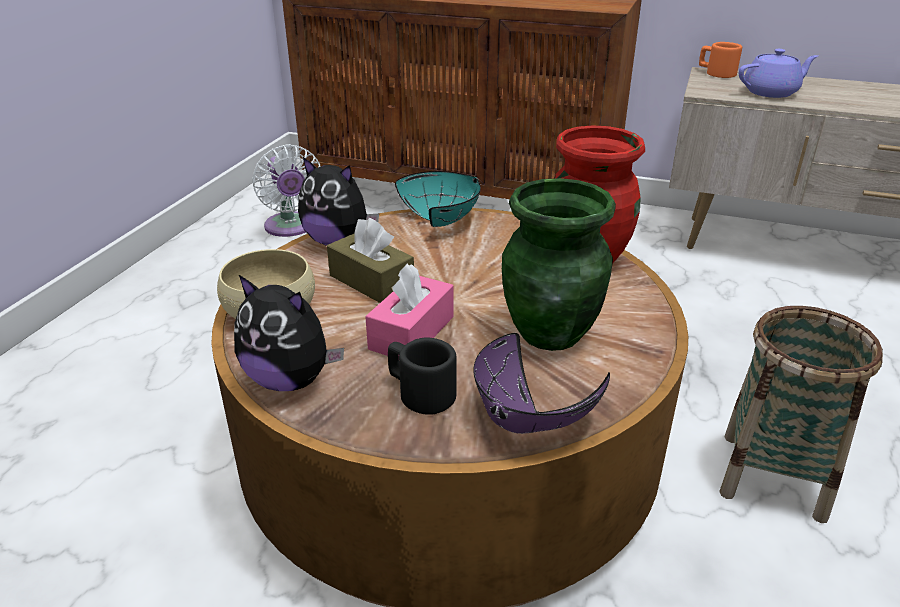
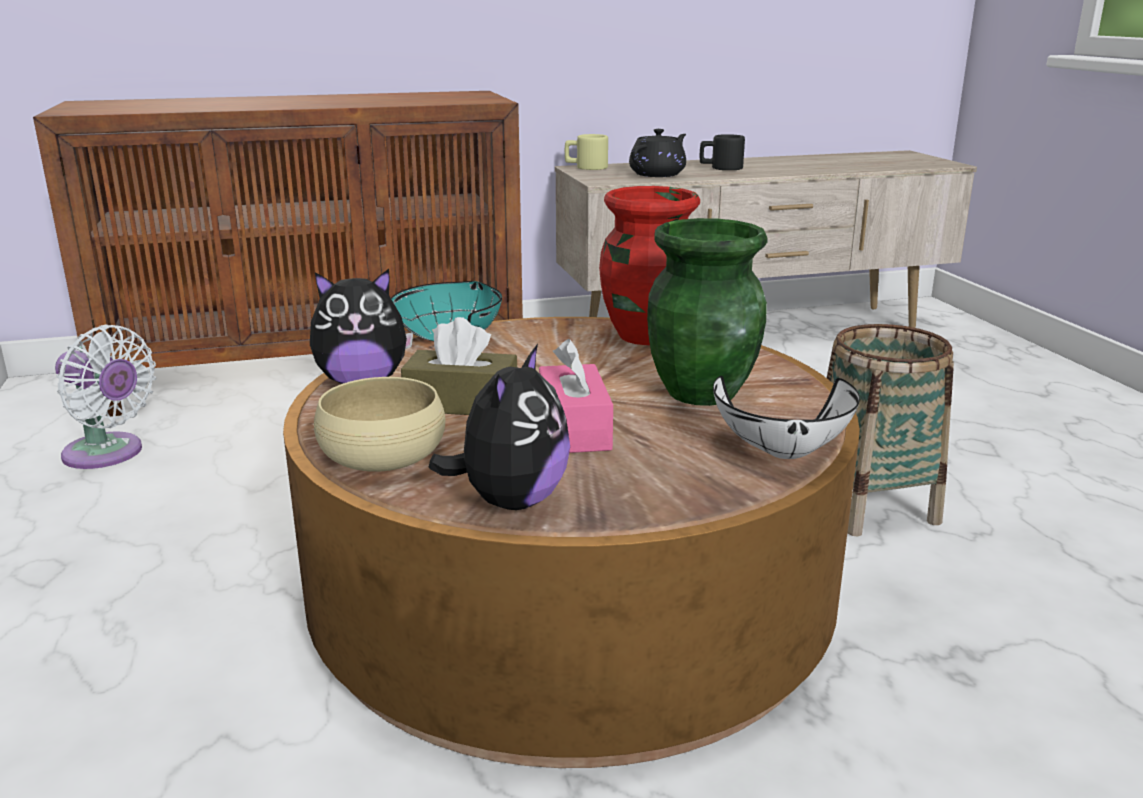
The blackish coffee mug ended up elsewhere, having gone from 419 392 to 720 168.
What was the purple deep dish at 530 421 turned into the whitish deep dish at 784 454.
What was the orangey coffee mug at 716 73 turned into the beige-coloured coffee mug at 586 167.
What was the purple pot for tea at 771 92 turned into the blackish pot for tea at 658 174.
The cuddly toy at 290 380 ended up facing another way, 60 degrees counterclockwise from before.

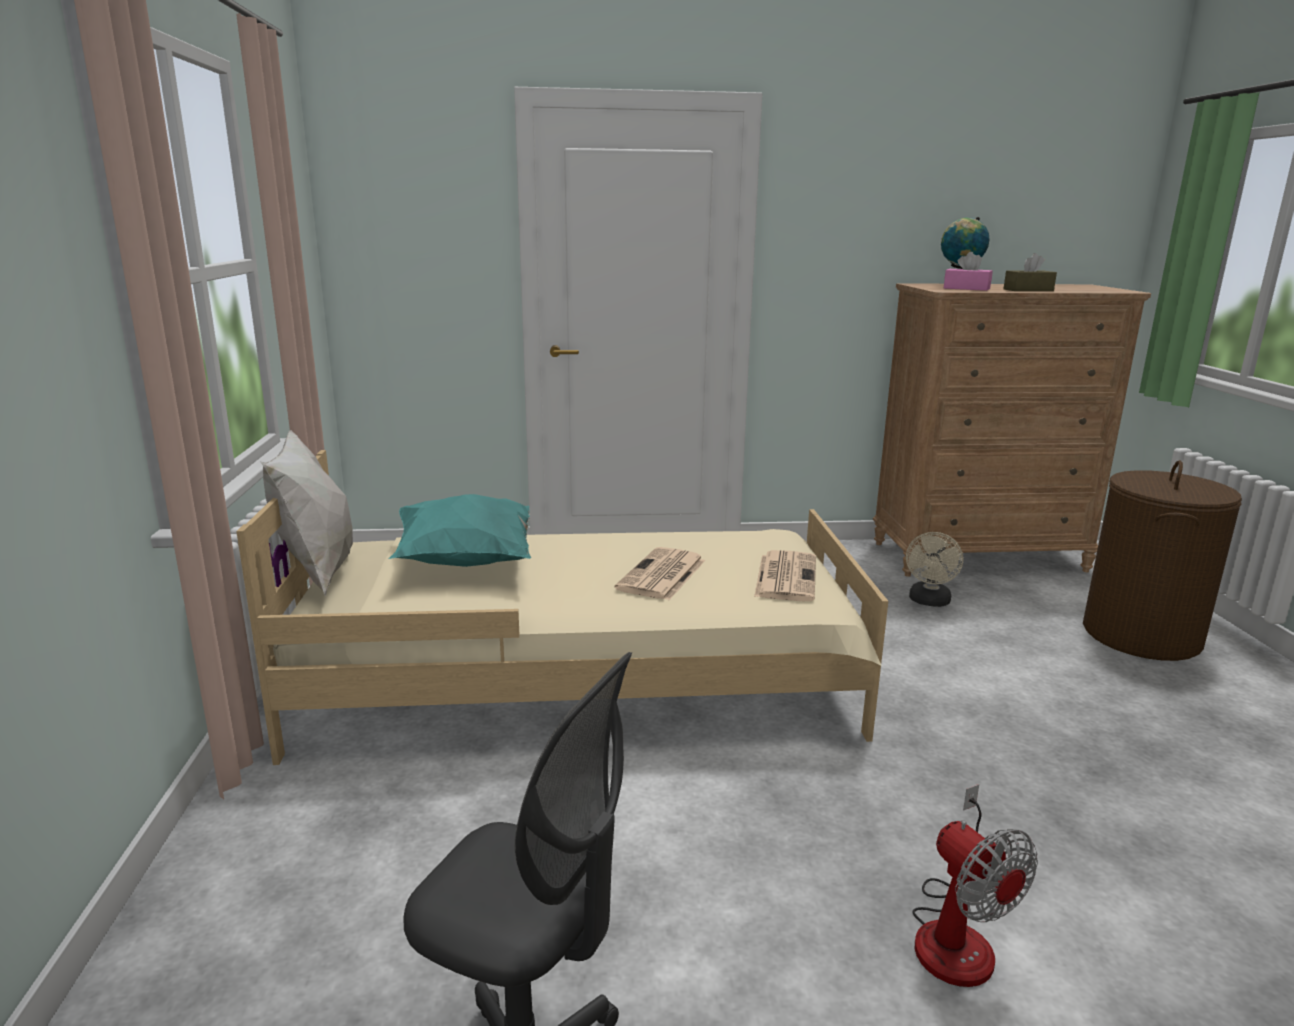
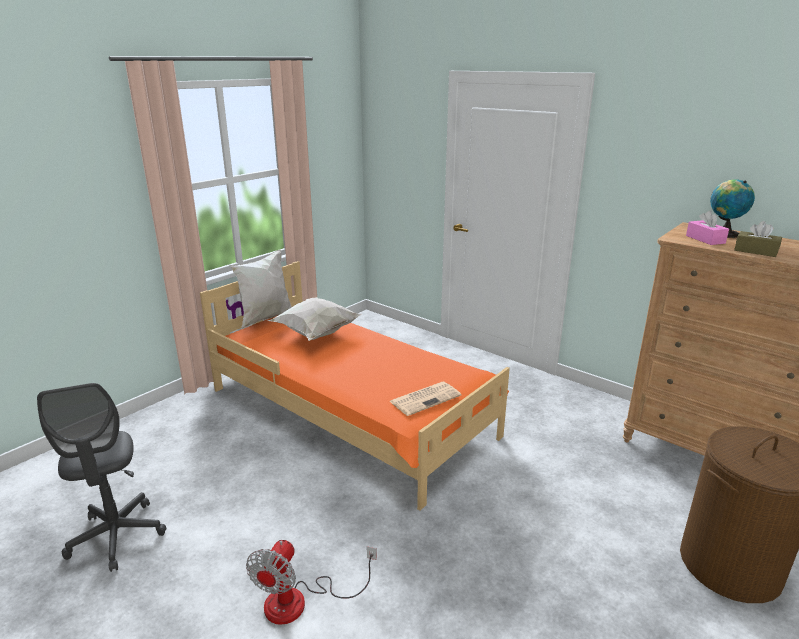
The second view lost the newspaper at 662 575.
The second view lost the beige-coloured cooling fan at 929 602.
What was the beige-coloured bedroom bed at 582 681 turned into the orangey bedroom bed at 352 412.
What was the turquoise throw pillow at 466 564 turned into the whitish throw pillow at 315 334.

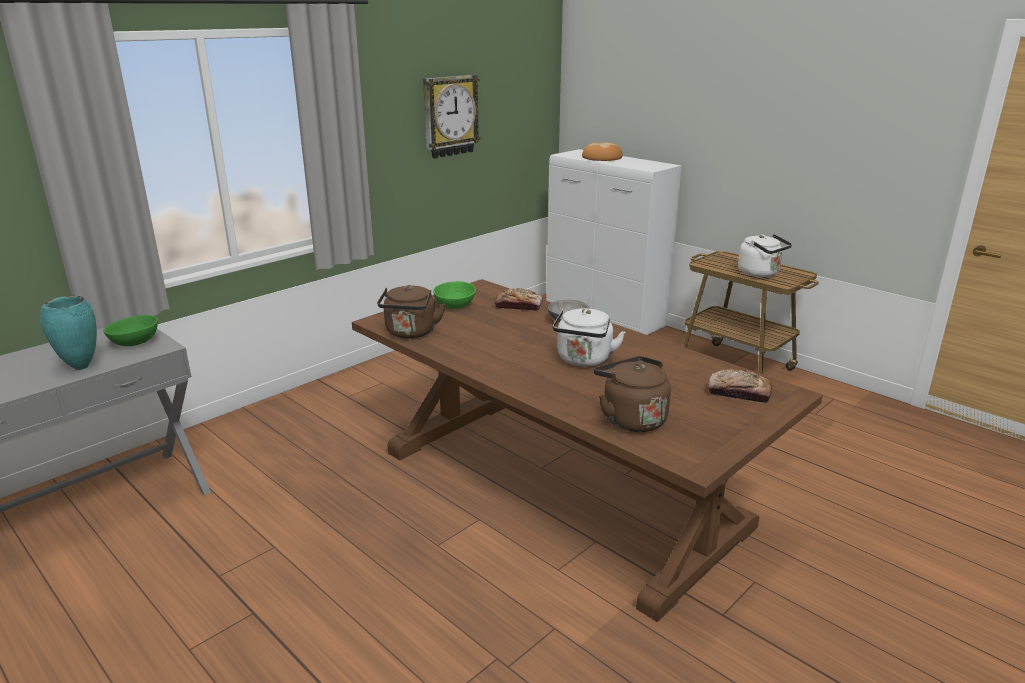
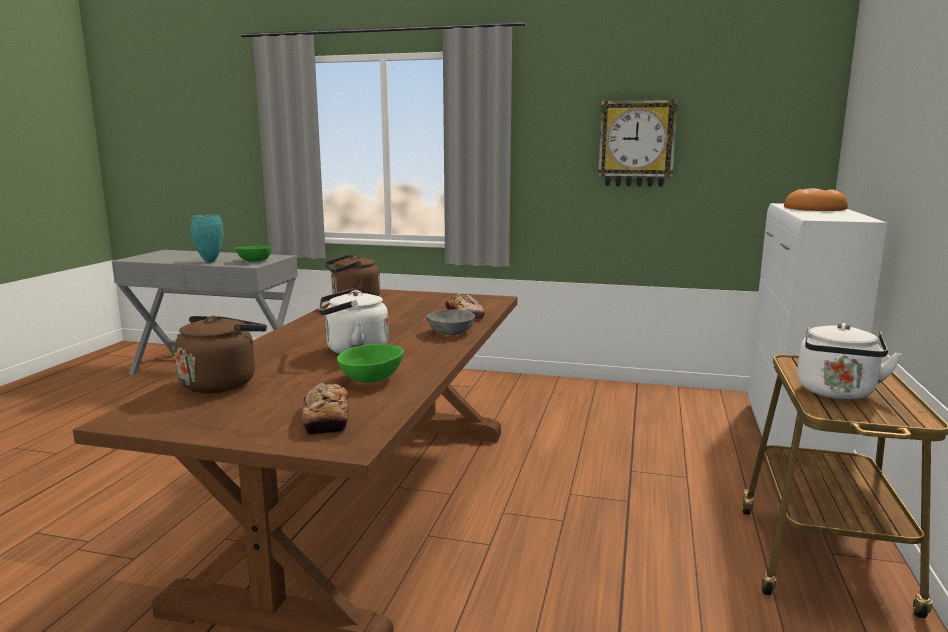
The greenish deep dish ended up elsewhere, having gone from 454 305 to 372 379.

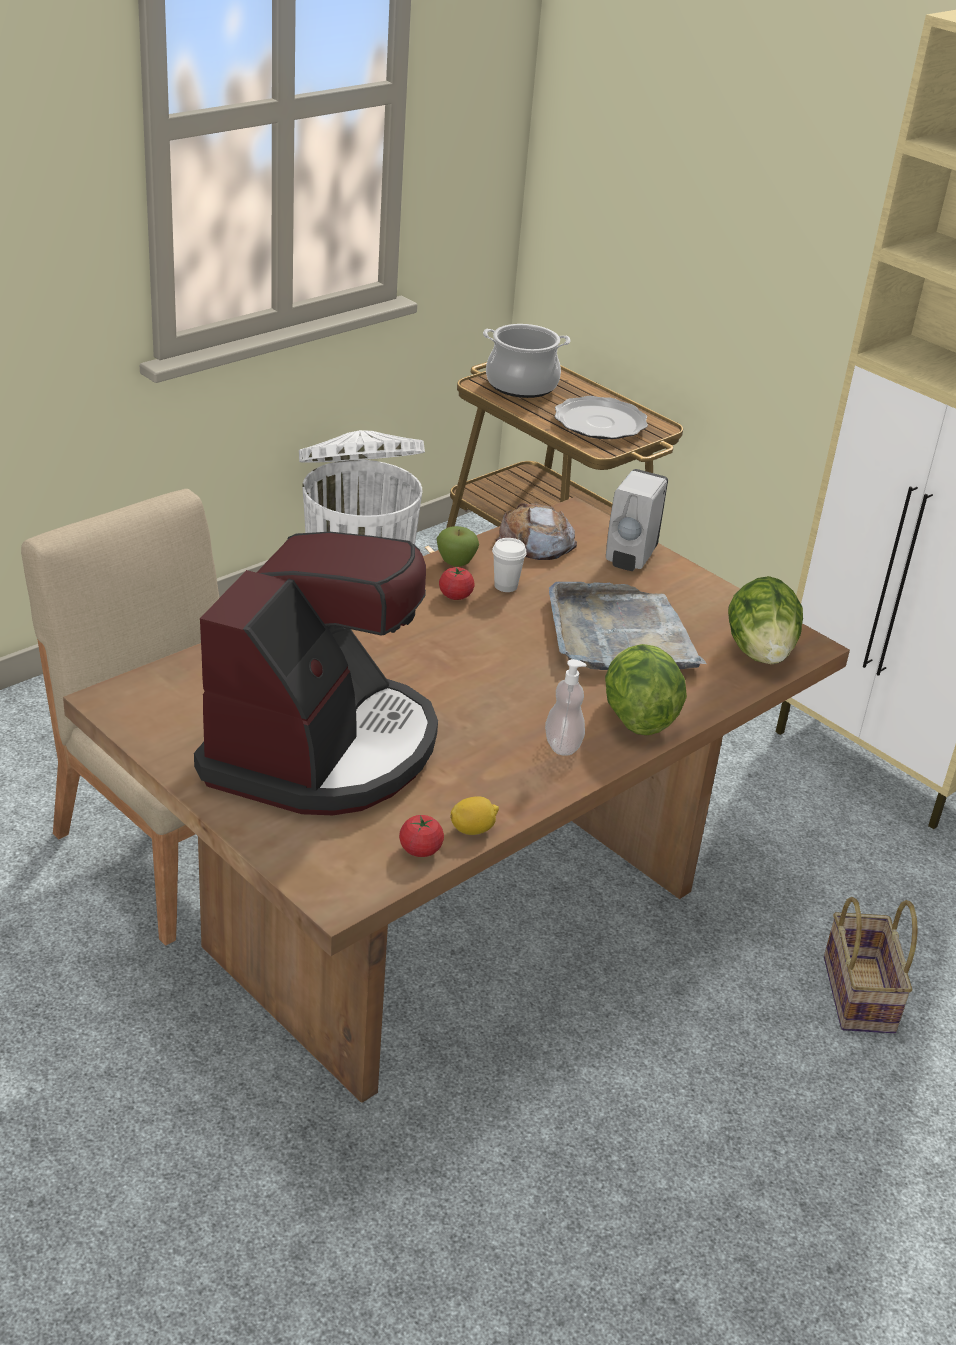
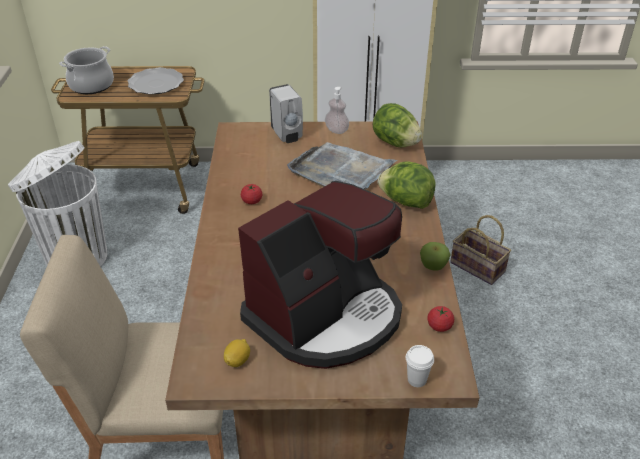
The second view lost the bakery bread at 535 542.
The whole apple ended up elsewhere, having gone from 456 563 to 433 266.
The lemon ended up elsewhere, having gone from 473 829 to 237 360.
The whitish small cup ended up elsewhere, having gone from 505 586 to 417 380.
The soap bottle ended up elsewhere, having gone from 562 745 to 336 130.
The coffee maker at 322 748 ended up facing another way, 75 degrees clockwise from before.

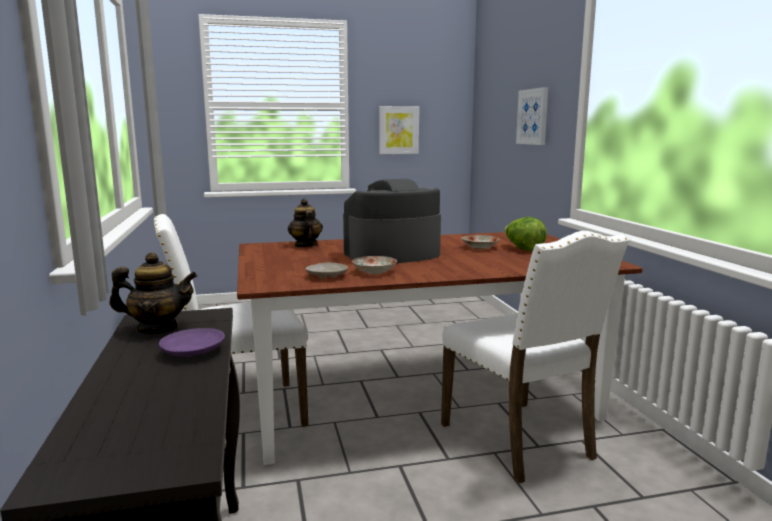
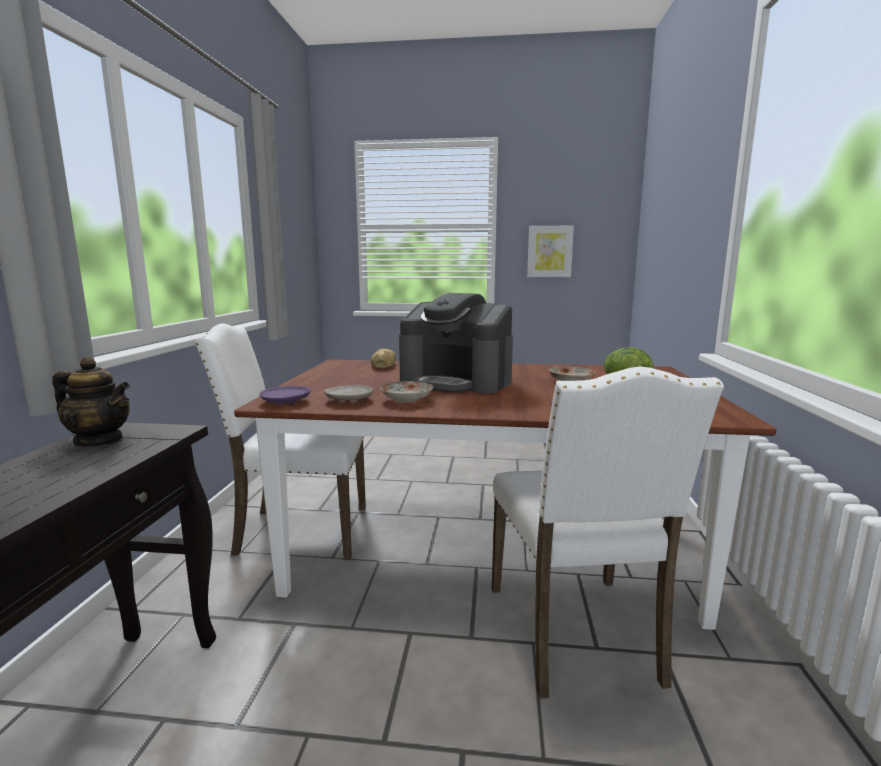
The second view lost the wall art at 533 116.
The purple plate ended up elsewhere, having gone from 192 352 to 285 401.
Where the pot for tea stood at 305 245, the bakery bread came to stand at 383 365.
The coffee maker at 392 254 ended up facing another way, 150 degrees counterclockwise from before.

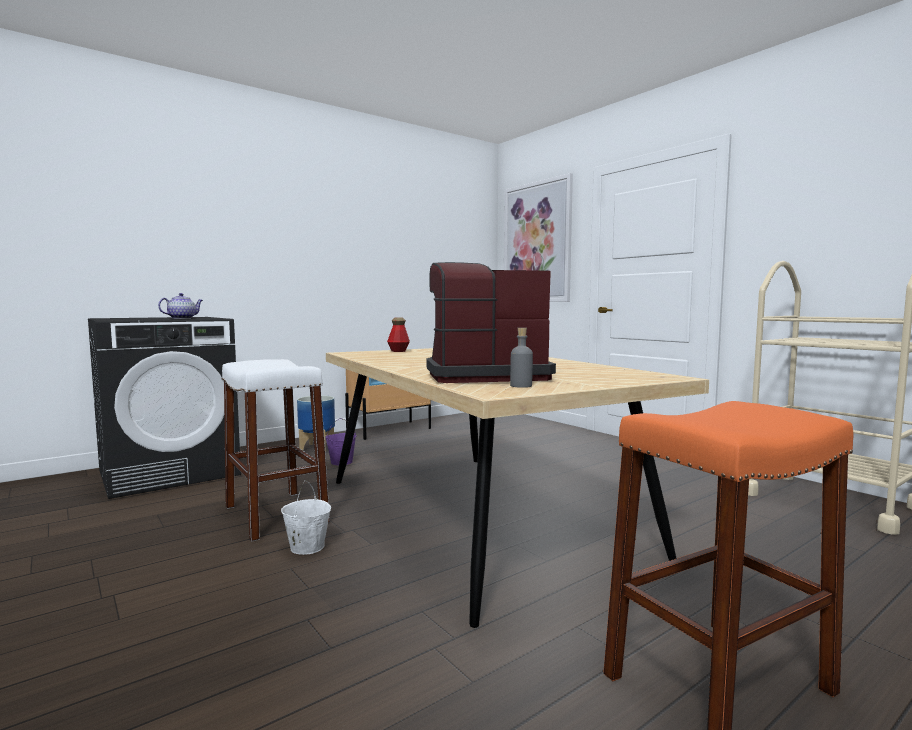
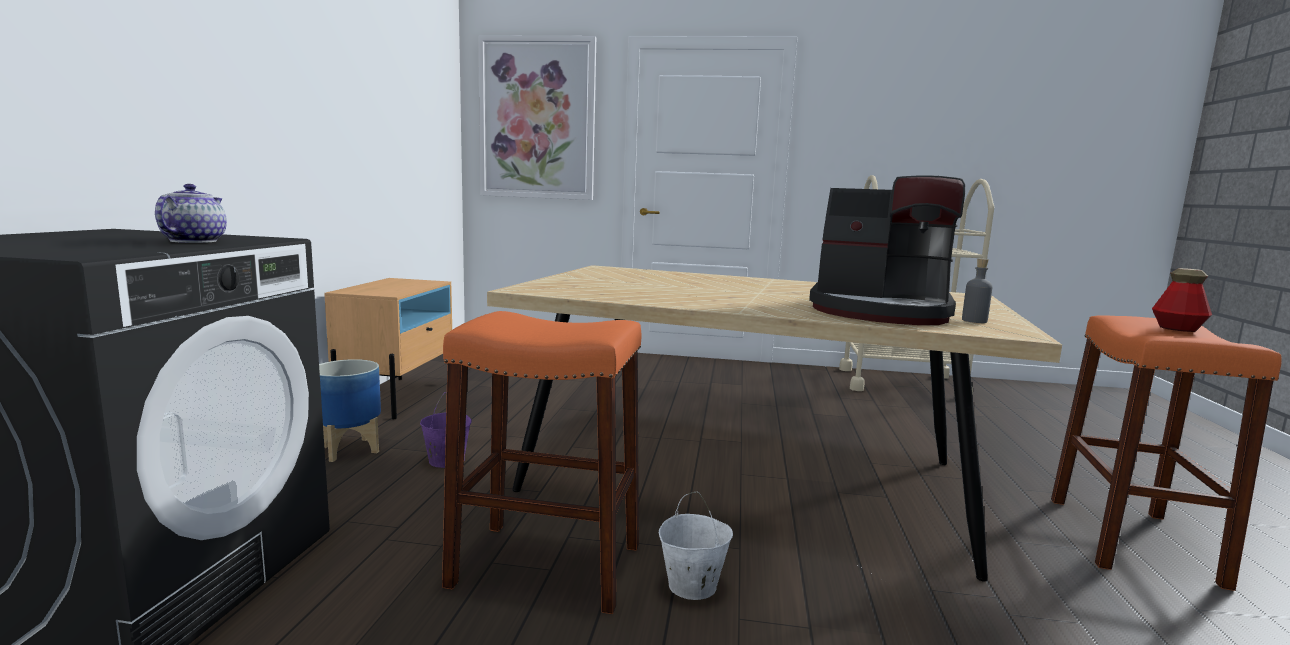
The bottle ended up elsewhere, having gone from 398 351 to 1177 329.
What was the whitish stool seat at 275 514 turned into the orangey stool seat at 546 565.
The coffee maker at 484 376 ended up facing another way, 105 degrees counterclockwise from before.

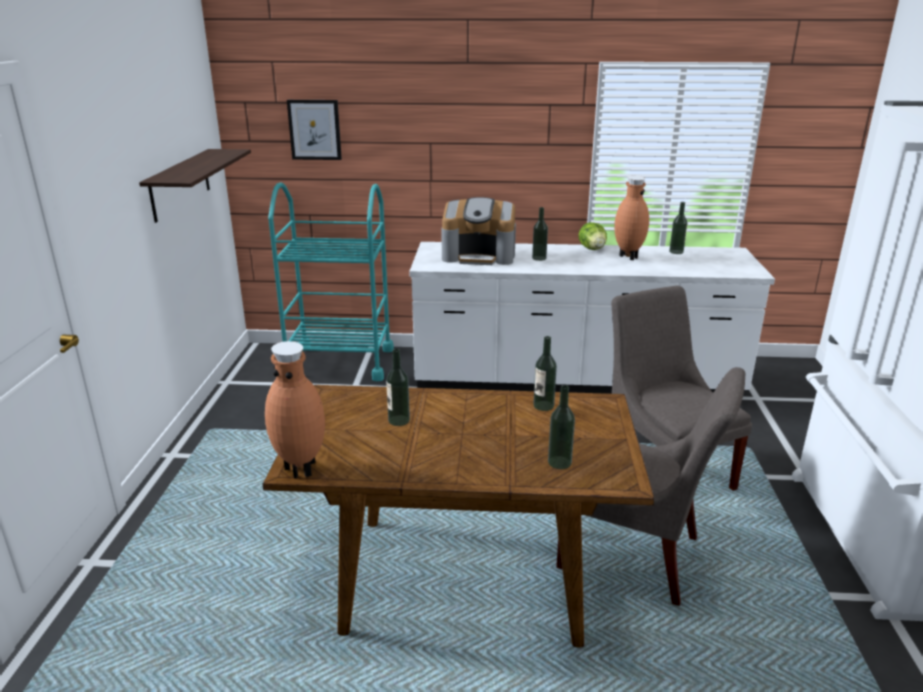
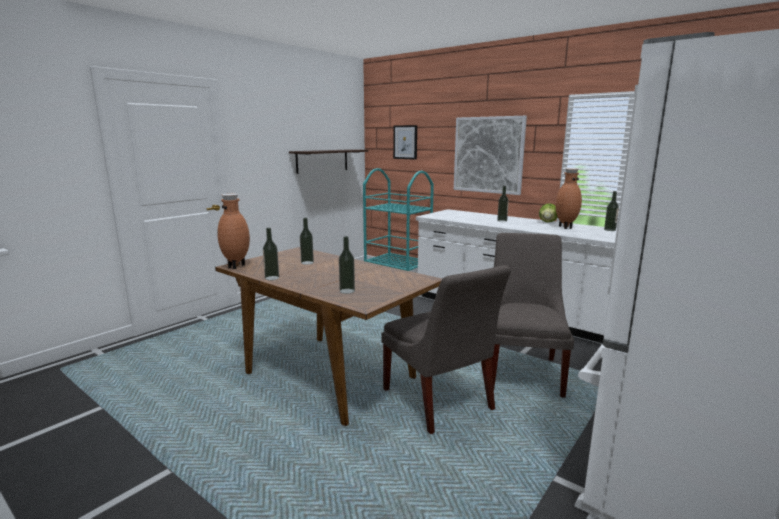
The second view lost the coffee maker at 479 256.
The second view gained the wall art at 488 155.
The bottle ended up elsewhere, having gone from 543 406 to 272 278.

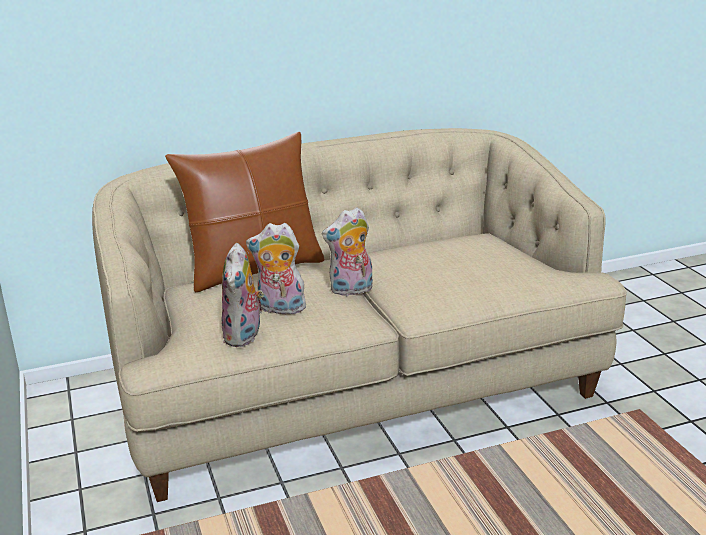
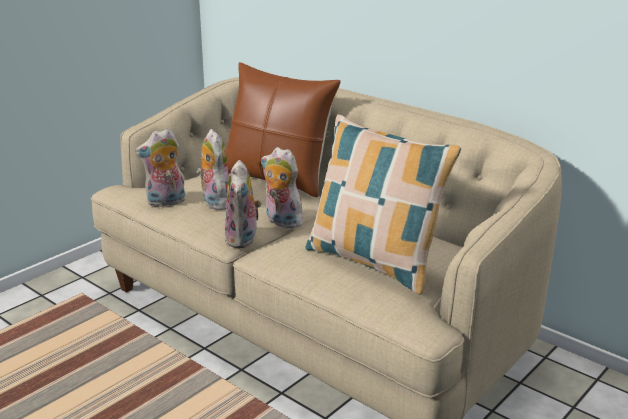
The second view gained the cuddly toy at 243 240.
The second view gained the throw pillow at 374 262.

